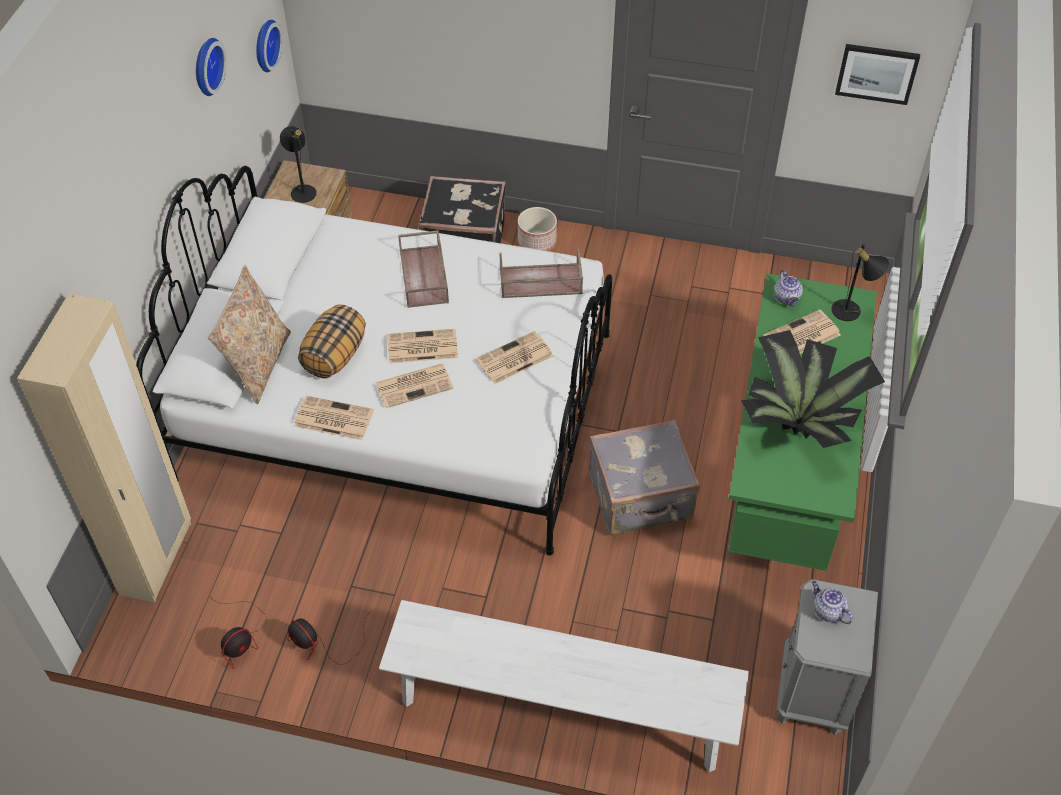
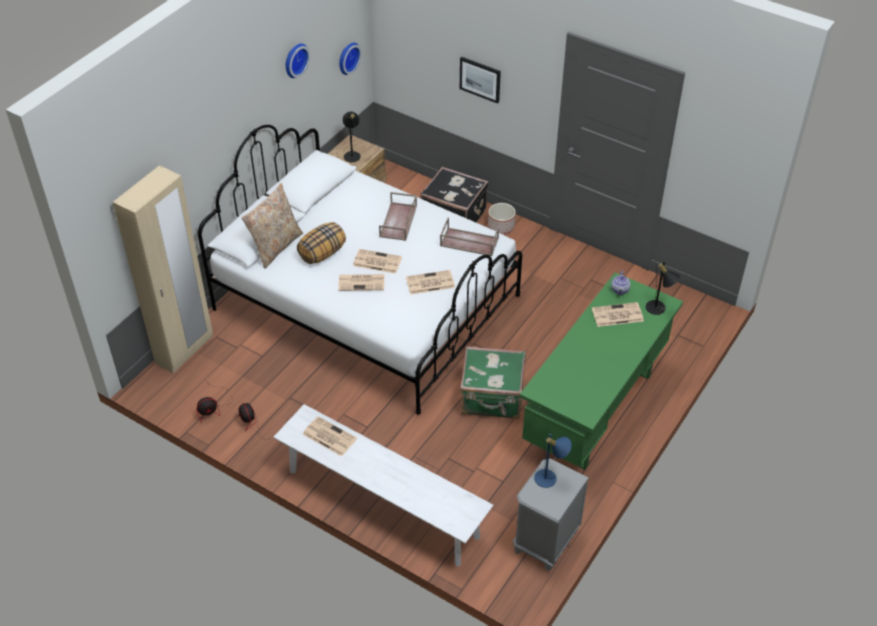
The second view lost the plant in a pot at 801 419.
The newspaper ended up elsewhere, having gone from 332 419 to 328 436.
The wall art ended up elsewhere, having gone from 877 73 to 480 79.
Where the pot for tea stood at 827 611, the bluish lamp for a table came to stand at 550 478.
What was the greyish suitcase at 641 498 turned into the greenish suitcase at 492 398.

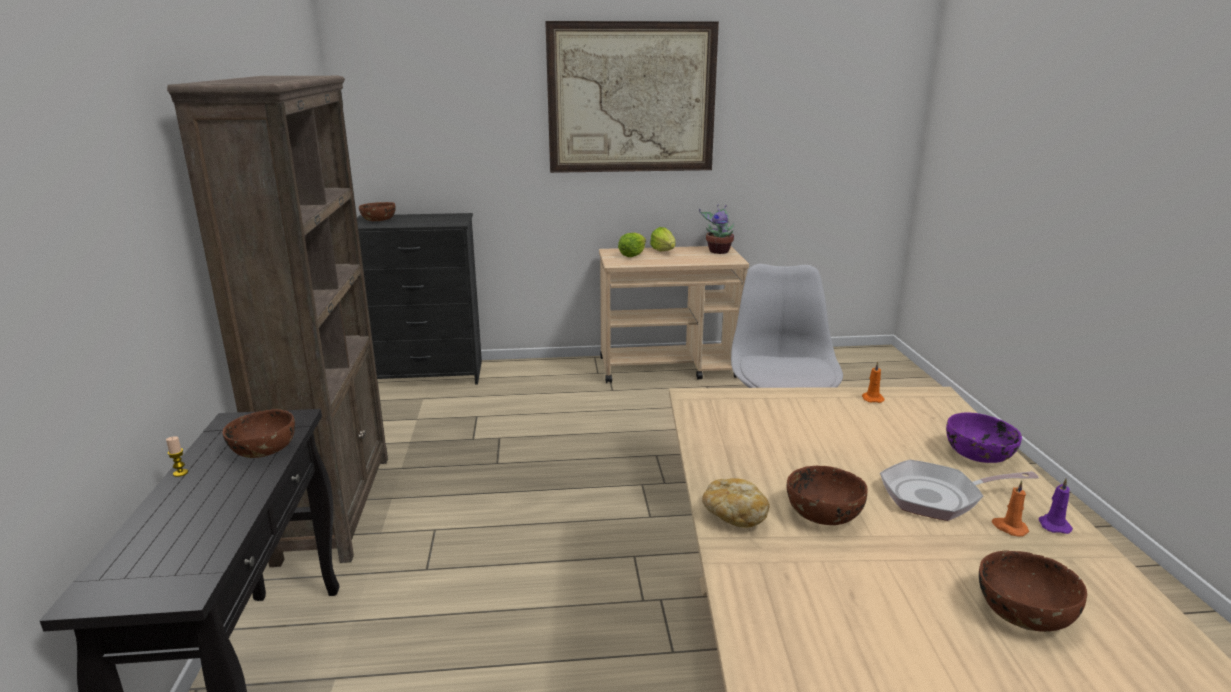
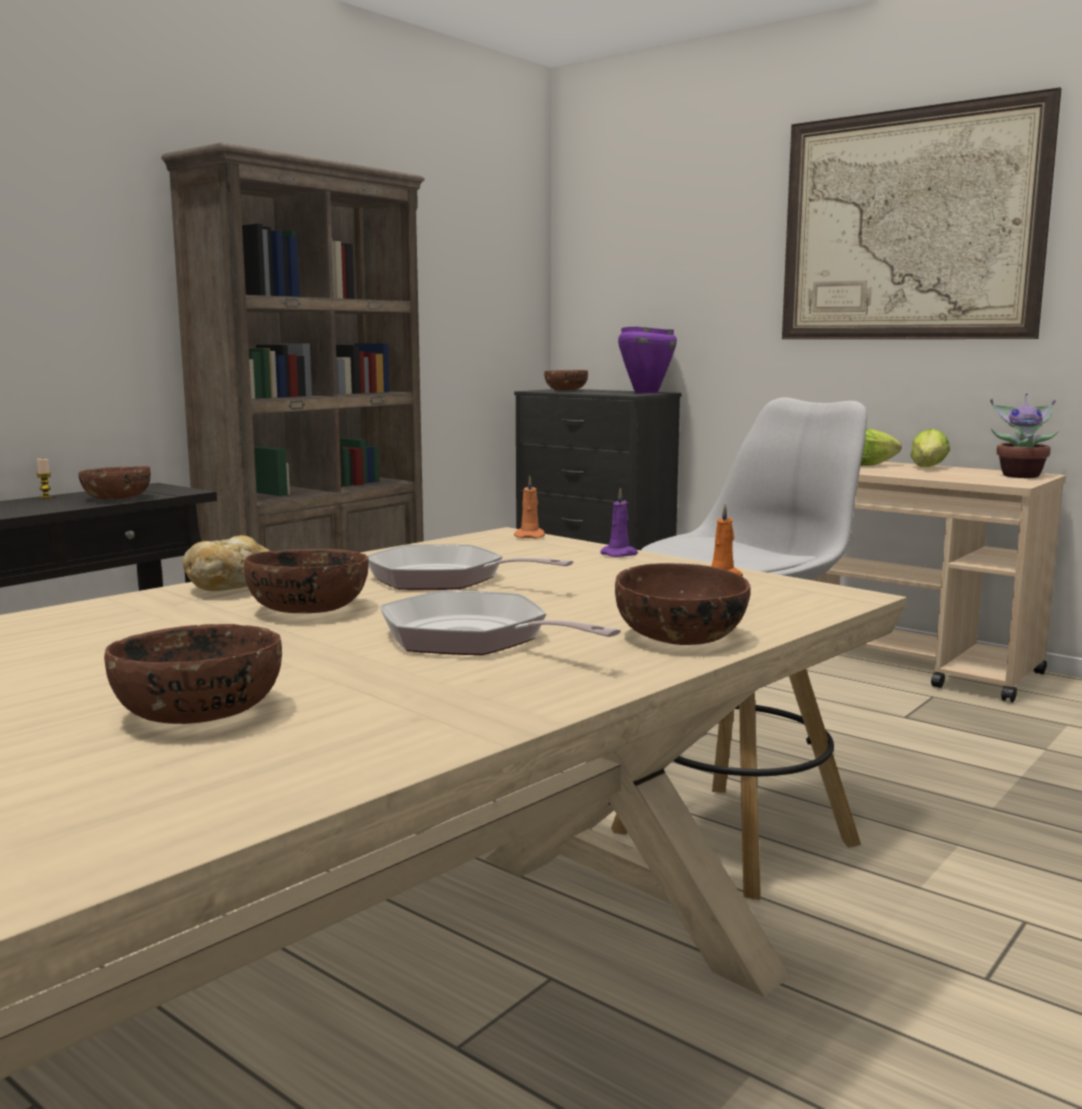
The second view gained the frying pan at 445 579.
The second view gained the purple cooking pot at 645 392.
The orangey wax candle ended up elsewhere, having gone from 1009 528 to 530 536.
The purple wax candle ended up elsewhere, having gone from 1053 525 to 620 554.
What was the purple deep dish at 979 455 turned into the brown deep dish at 680 637.

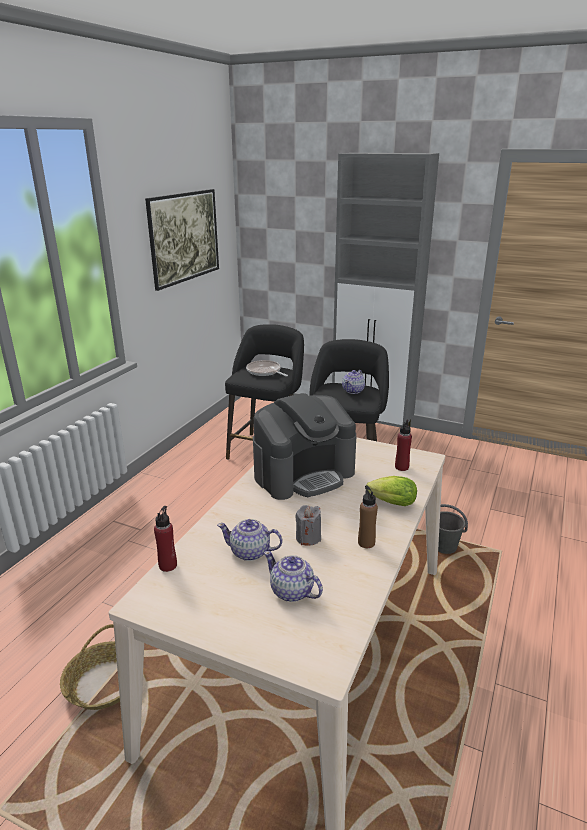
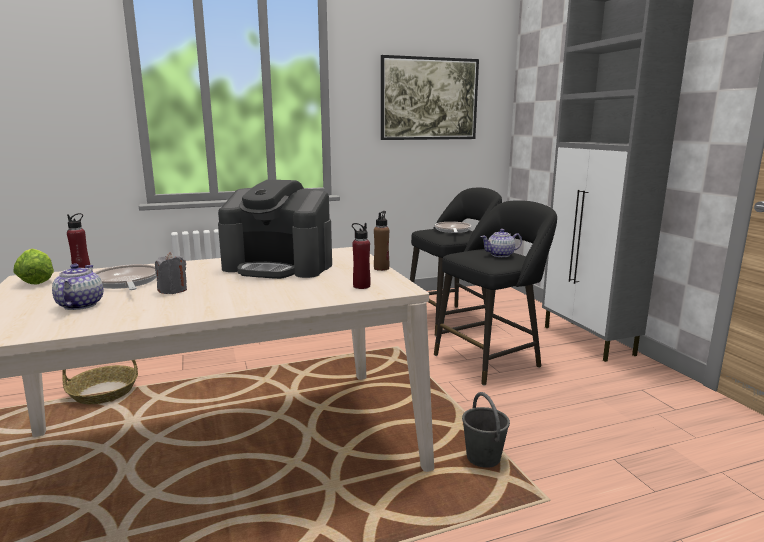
The brown bottle ended up elsewhere, having gone from 366 542 to 381 268.
The head of lettuce ended up elsewhere, having gone from 389 503 to 37 281.
Where the pot for tea stood at 250 552, the frying pan came to stand at 126 283.

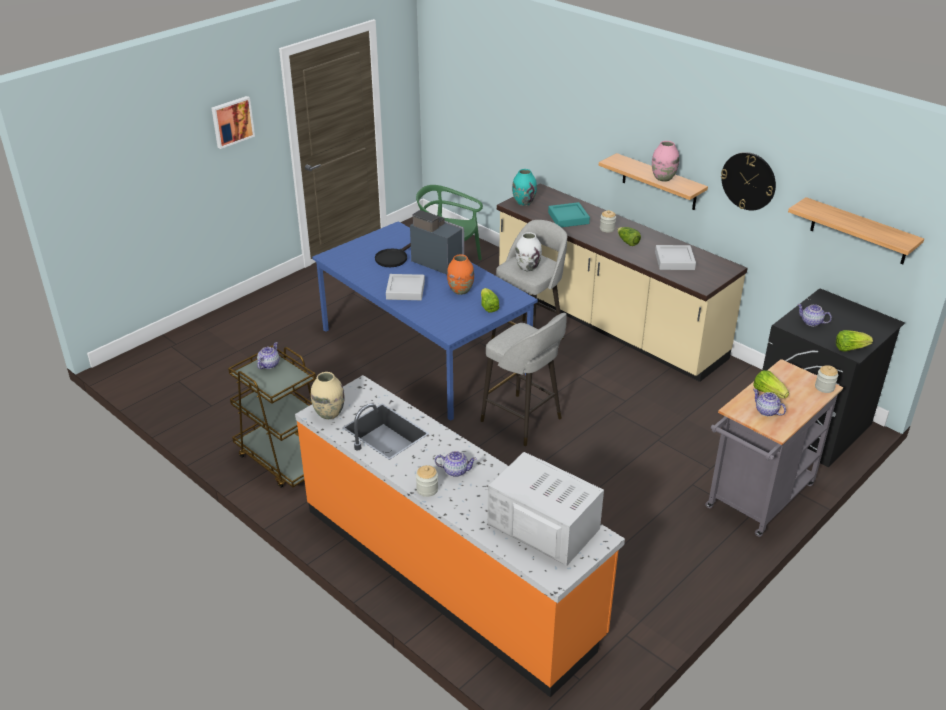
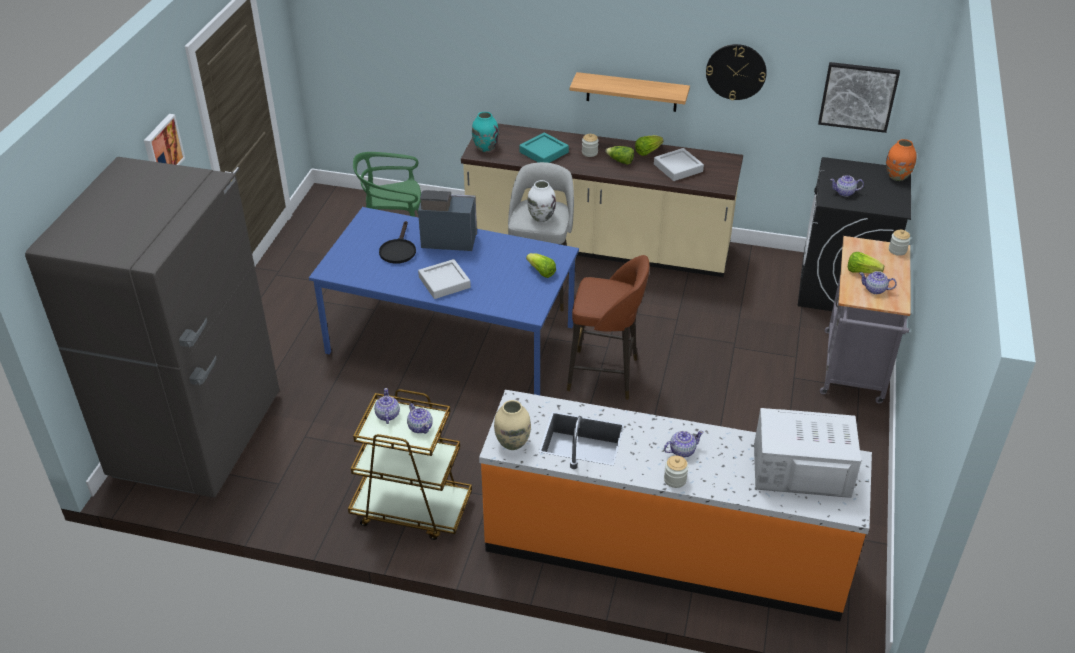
The second view lost the pink-coloured flower vase at 663 178.
The second view gained the greyish kitchen fridge at 198 437.
The second view gained the pot for tea at 420 427.
The orangey flower vase ended up elsewhere, having gone from 460 291 to 897 177.
The head of lettuce ended up elsewhere, having gone from 850 348 to 647 151.
Where the shelf hung at 859 231, the wall art came to hang at 858 96.
What was the greyish stool seat at 523 421 turned into the brown stool seat at 605 375.

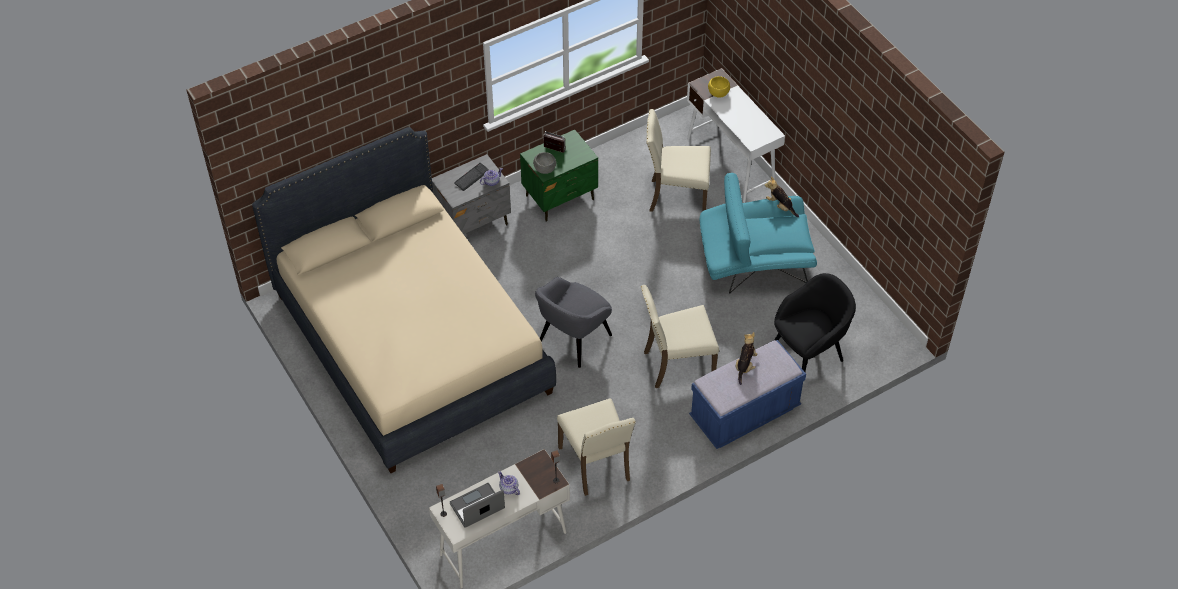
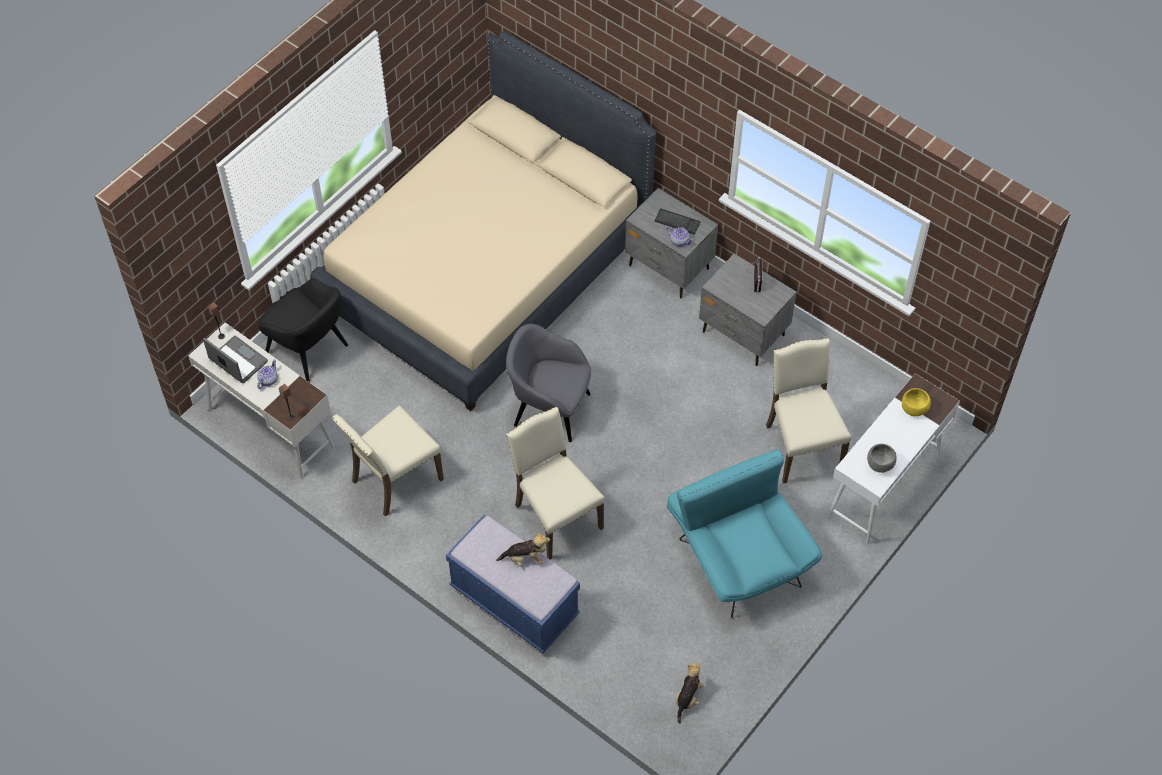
The greyish deep dish ended up elsewhere, having gone from 544 169 to 880 464.
The cuddly toy ended up elsewhere, having gone from 780 206 to 688 698.
The blackish lounge chair ended up elsewhere, having gone from 808 353 to 308 350.
What was the greenish bedside table at 560 198 turned into the greyish bedside table at 743 334.

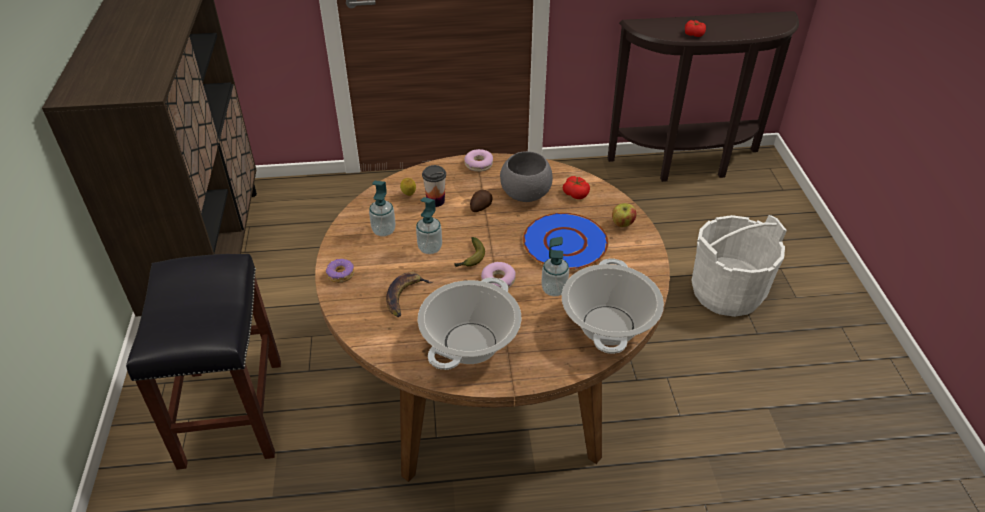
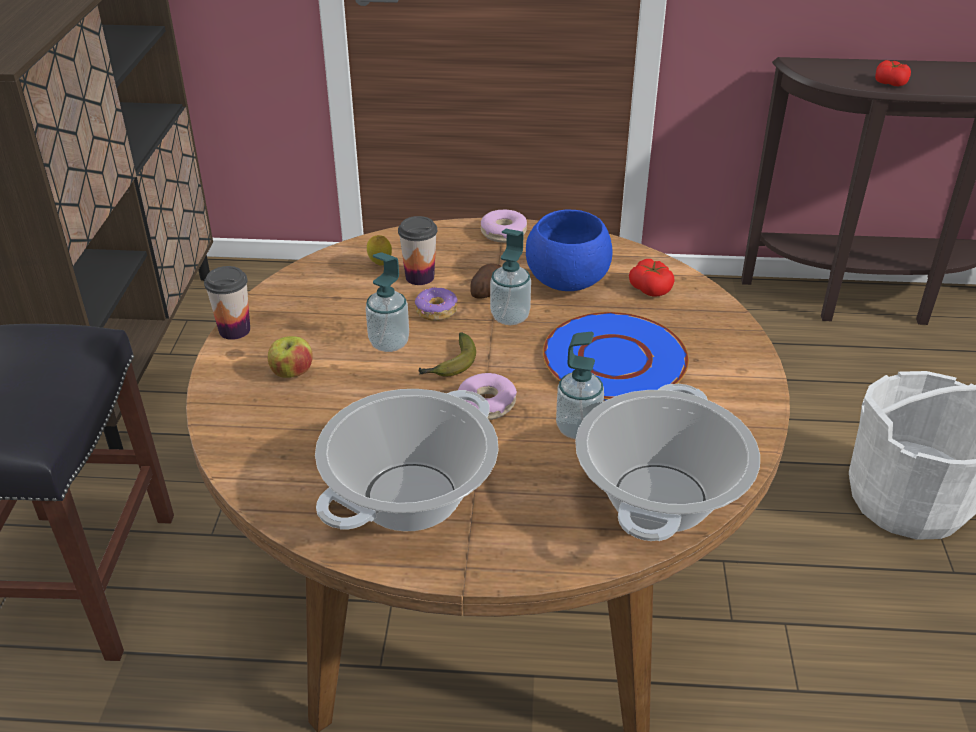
The second view lost the whole banana at 405 296.
The second view gained the small cup at 234 330.
The doughnut ended up elsewhere, having gone from 340 274 to 436 311.
The soap bottle ended up elsewhere, having gone from 384 230 to 510 317.
The whole apple ended up elsewhere, having gone from 622 224 to 292 373.
What was the greyish deep dish at 525 194 turned into the bluish deep dish at 566 282.

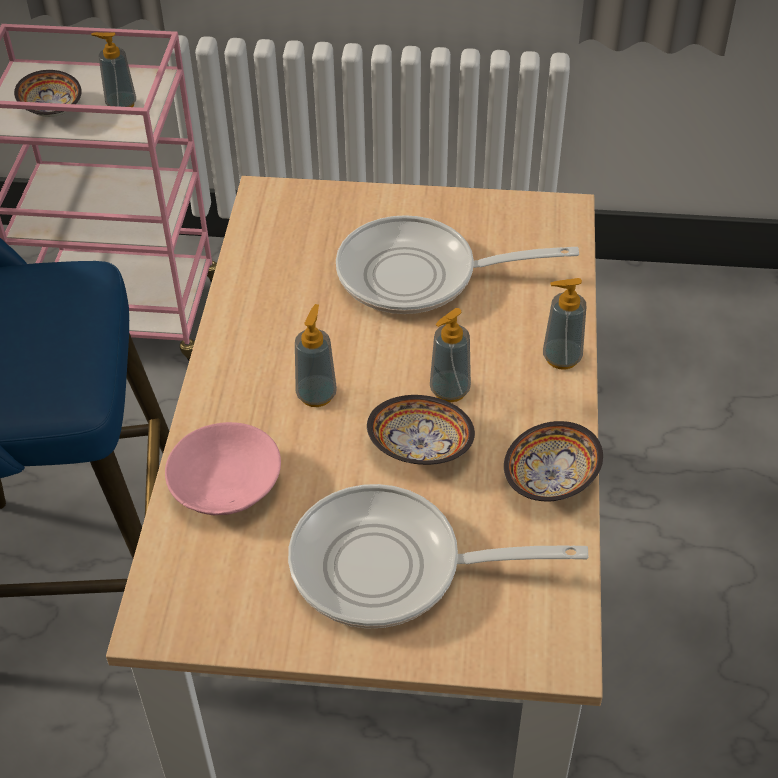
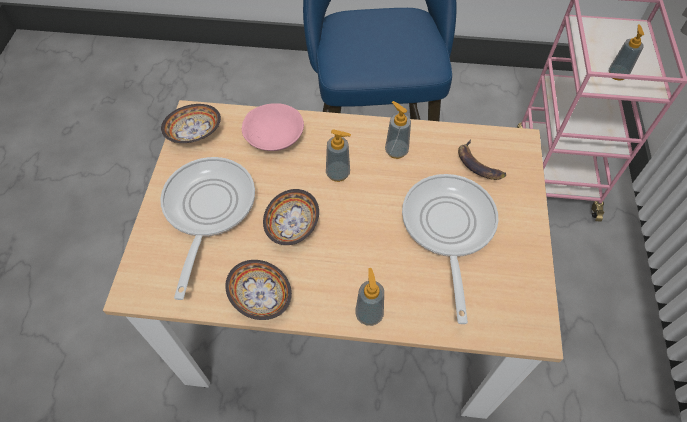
The second view gained the whole banana at 479 164.
The deep dish ended up elsewhere, having gone from 51 111 to 193 133.
The soap bottle ended up elsewhere, having gone from 449 390 to 396 151.

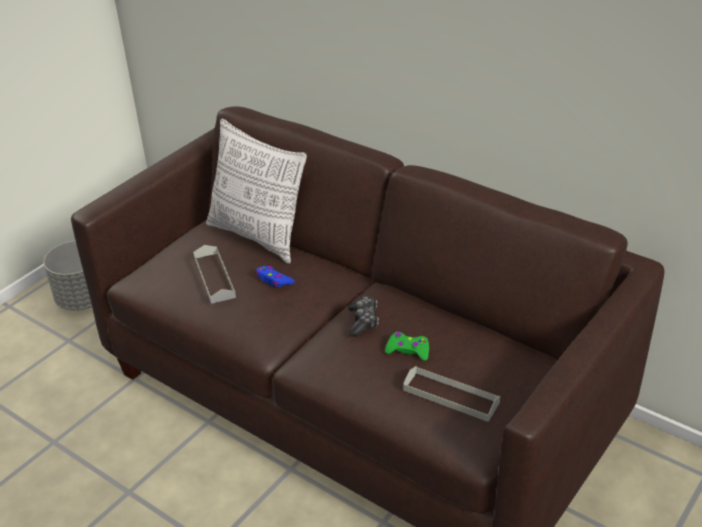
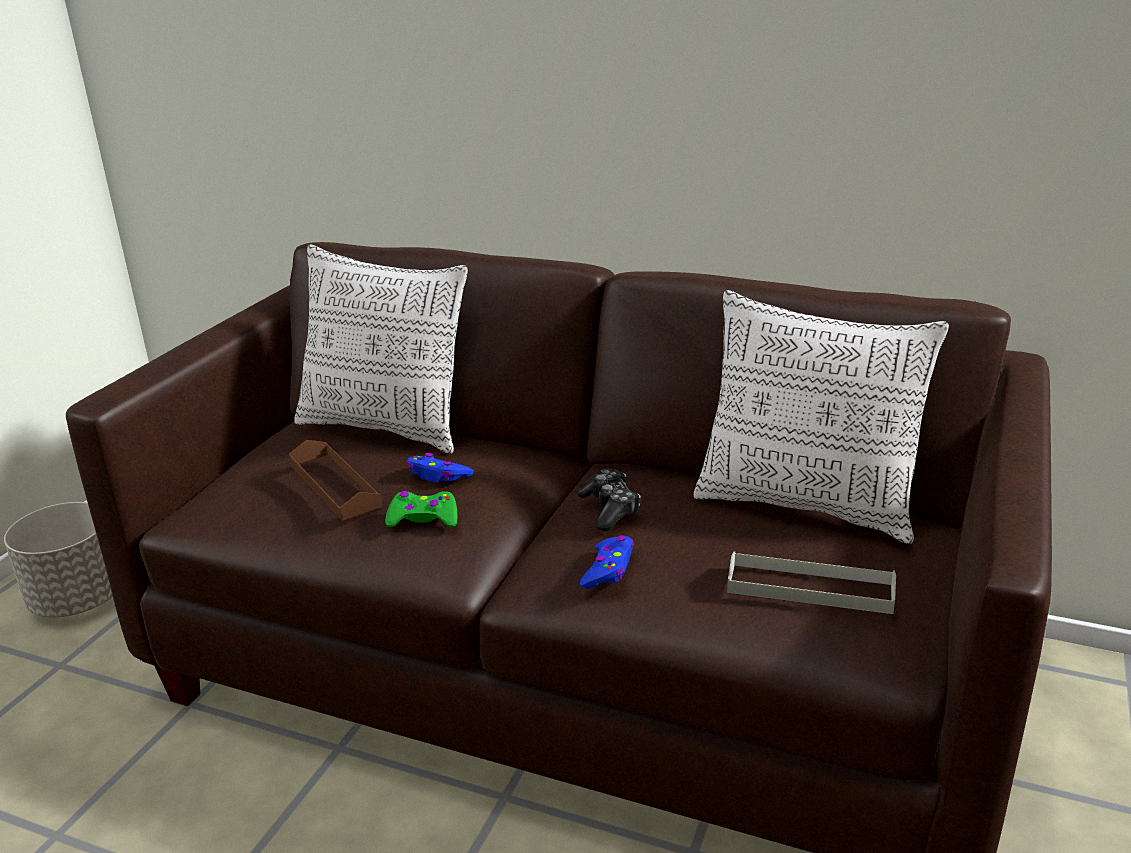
The second view gained the bluish gamepad at 608 569.
The second view gained the throw pillow at 806 506.
The greenish gamepad ended up elsewhere, having gone from 408 350 to 423 518.
What was the greyish serving tray at 214 277 turned into the brown serving tray at 334 485.

